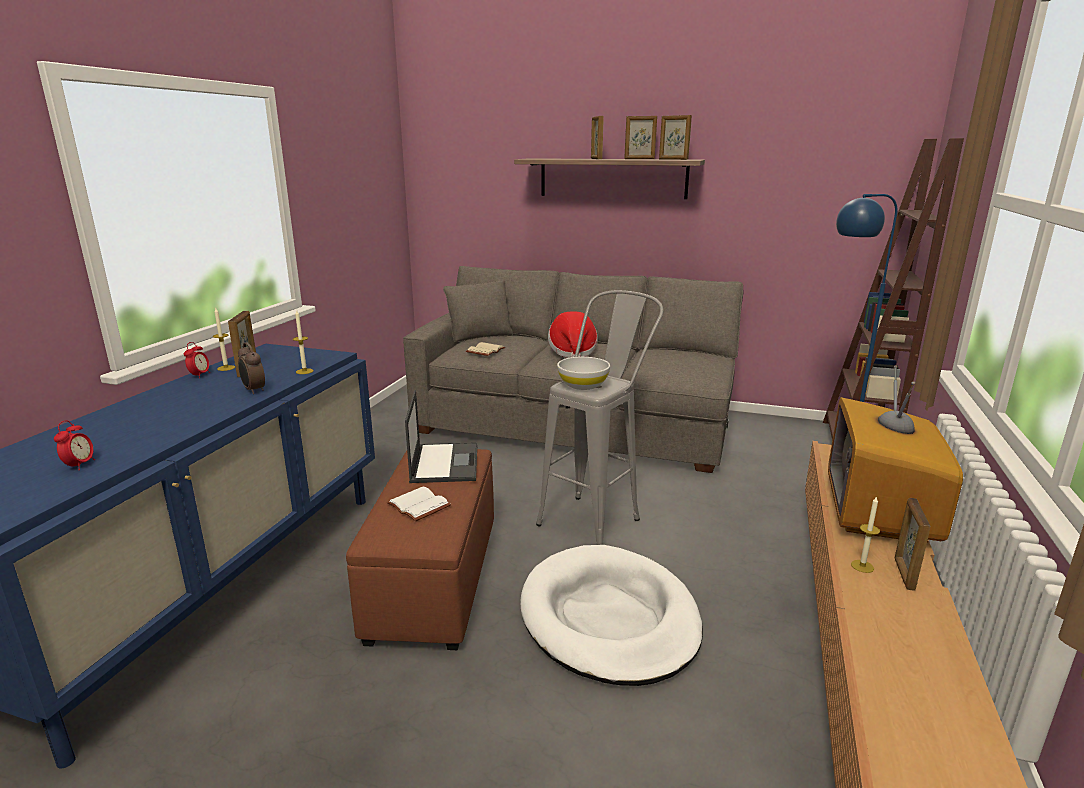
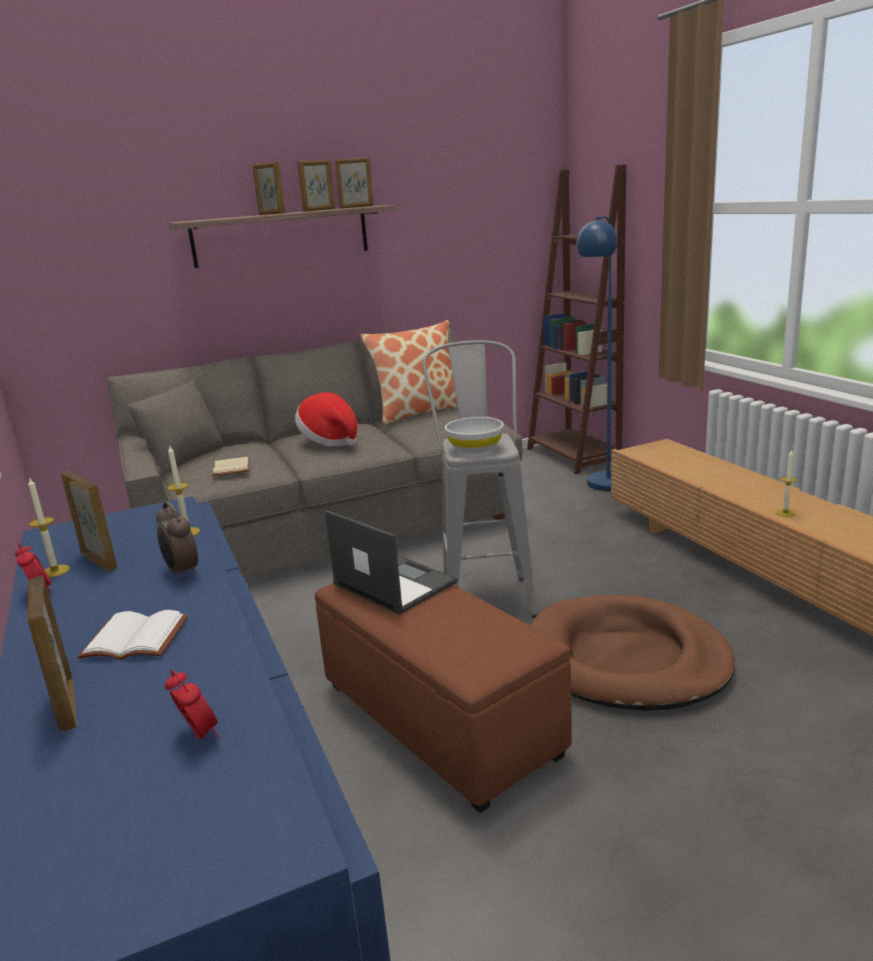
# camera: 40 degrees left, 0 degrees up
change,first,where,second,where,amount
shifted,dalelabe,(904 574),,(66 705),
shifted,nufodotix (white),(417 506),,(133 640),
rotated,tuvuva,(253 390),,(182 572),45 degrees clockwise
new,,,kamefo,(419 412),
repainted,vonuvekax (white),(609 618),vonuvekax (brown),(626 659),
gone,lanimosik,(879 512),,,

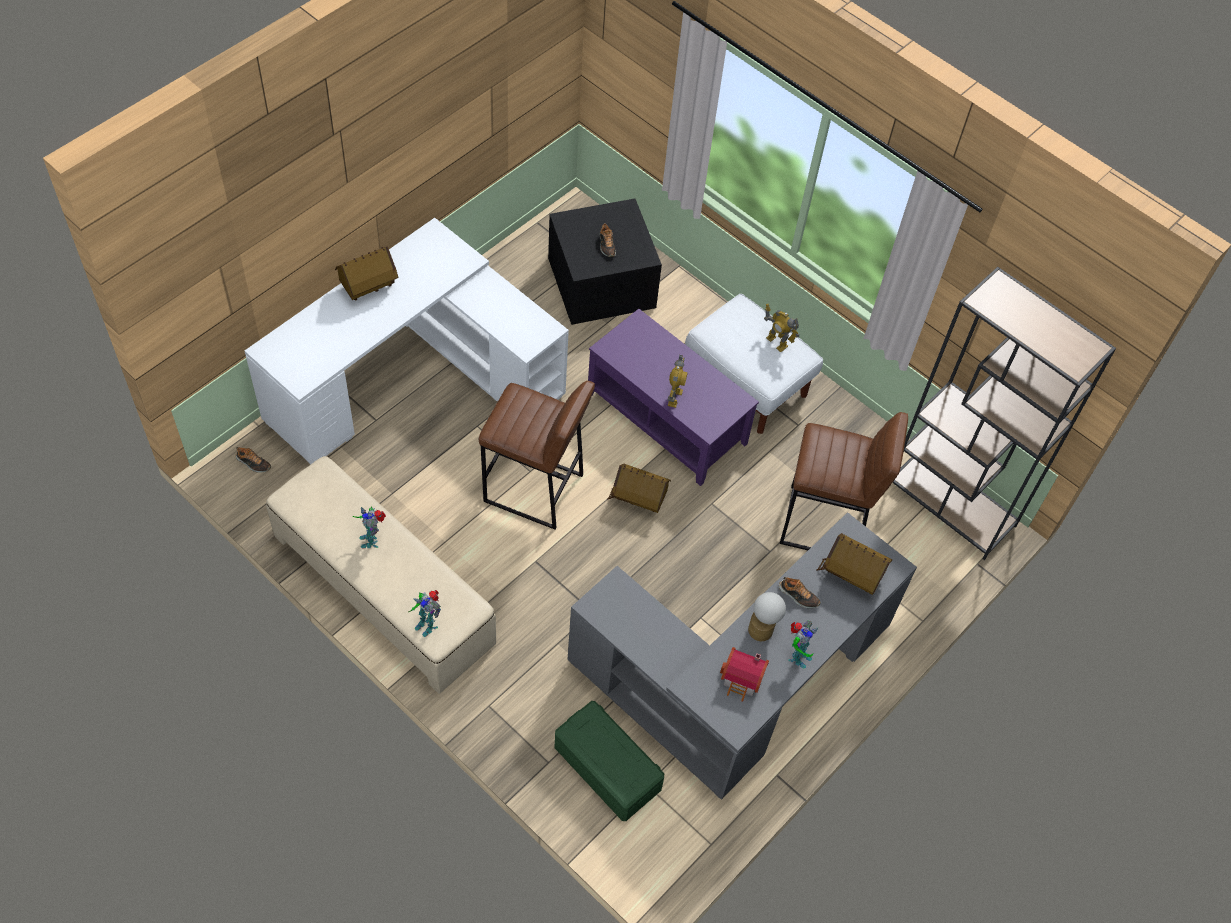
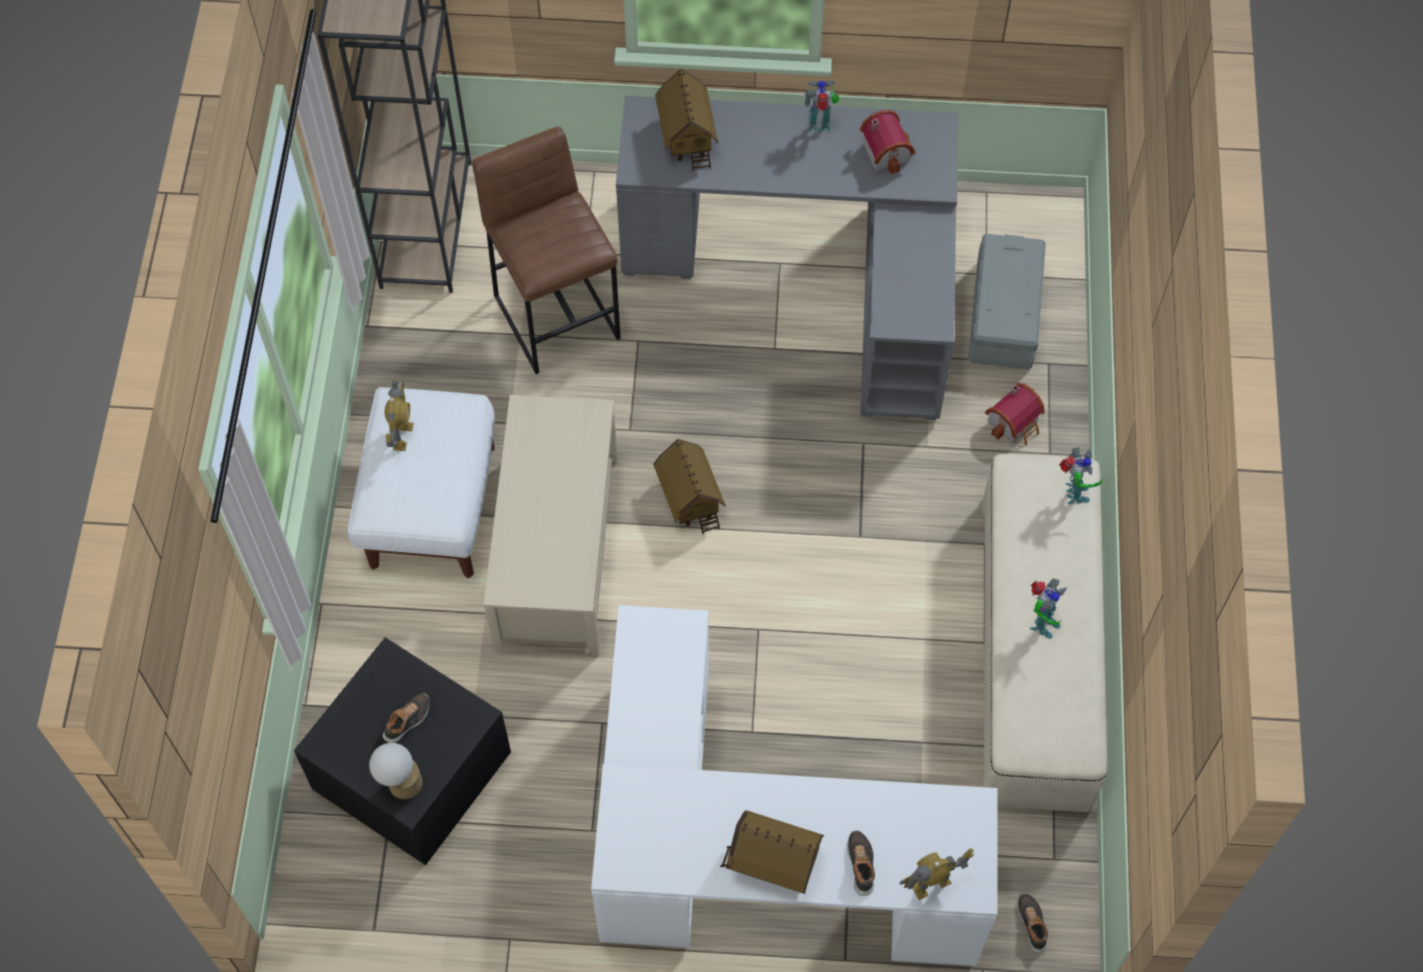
# camera: 125 degrees left, 5 degrees up
change,first,where,second,where,amount
shifted,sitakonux,(763 627),,(400 783),
repainted,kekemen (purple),(667 418),kekemen (beige),(556 549),
shifted,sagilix,(798 596),,(861 864),
shifted,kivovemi,(674 397),,(931 885),
repainted,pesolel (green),(606 768),pesolel (grey),(1005 315),
new,,,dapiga,(1015 423),
gone,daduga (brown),(535 489),,,

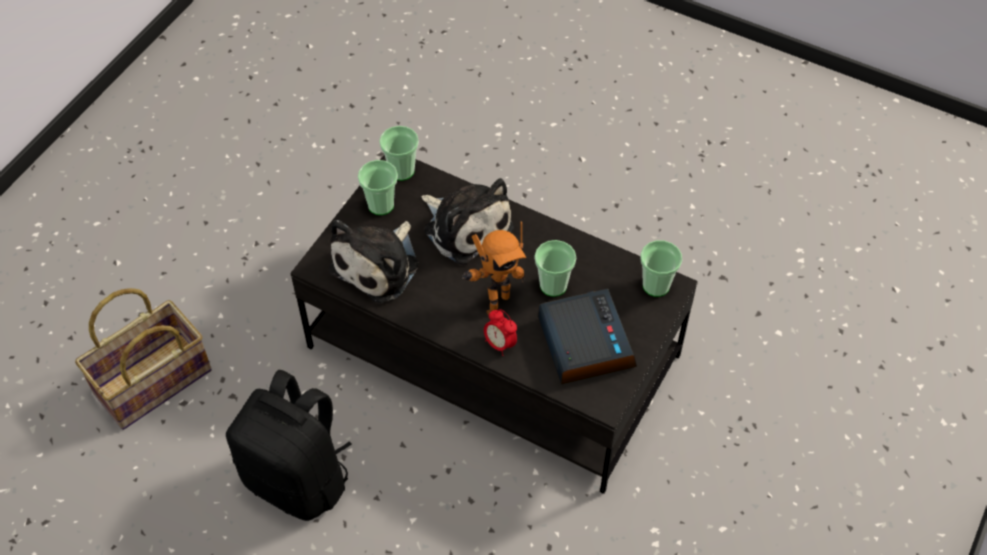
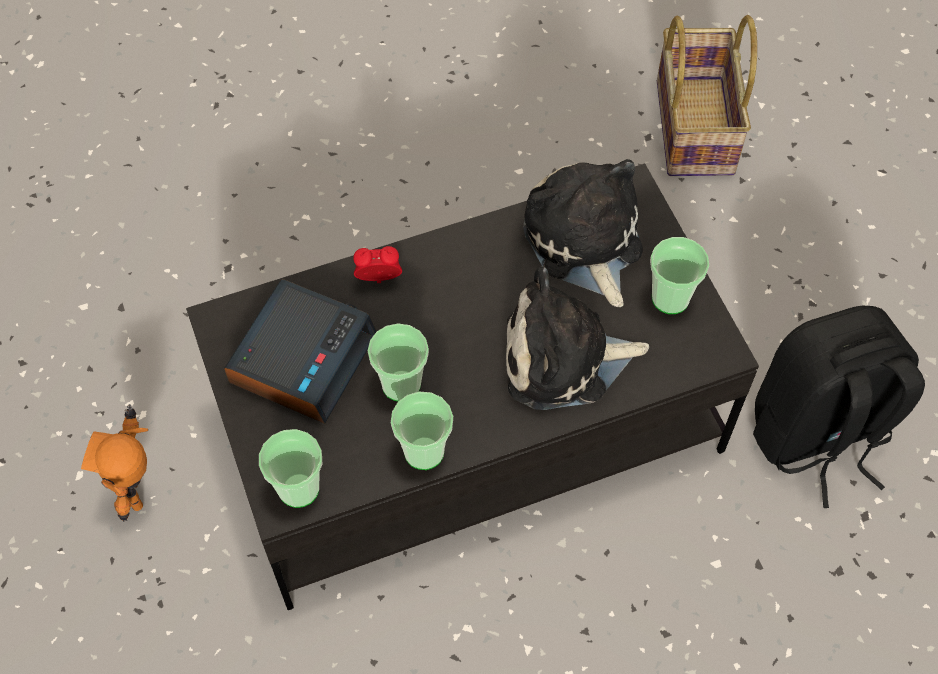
# camera: 130 degrees right, 5 degrees up
change,first,where,second,where,amount
shifted,kivovemi,(494 302),,(143 492),
rotated,tuvuva,(584 342),,(302 357),90 degrees counterclockwise
shifted,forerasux,(401 171),,(424 451),
shifted,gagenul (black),(299 479),,(817 436),

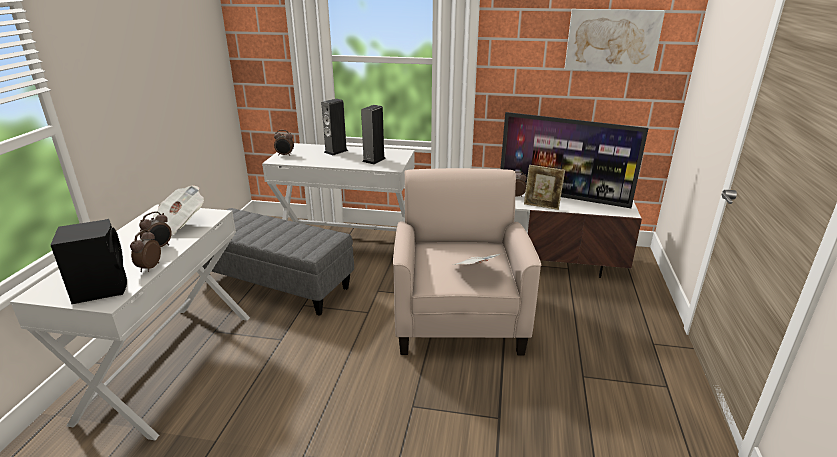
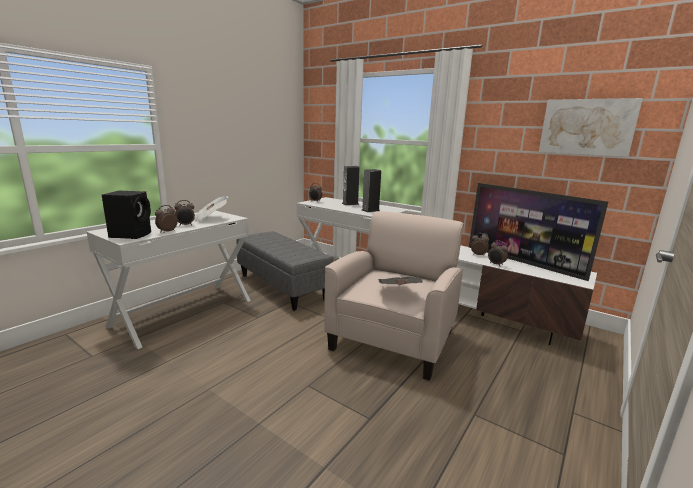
# camera: 25 degrees right, 10 degrees down
change,first,where,second,where,amount
swapped,dalelabe,(541 206),tuvuva,(496 264),

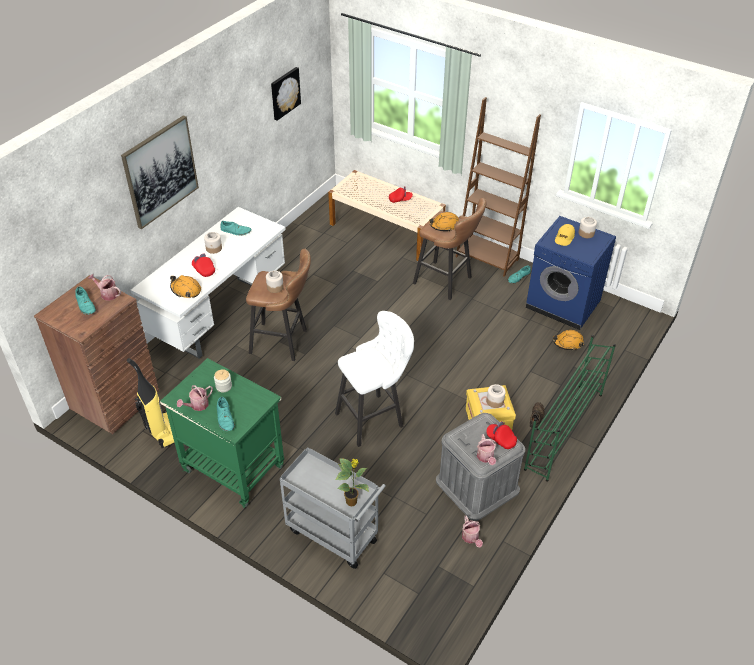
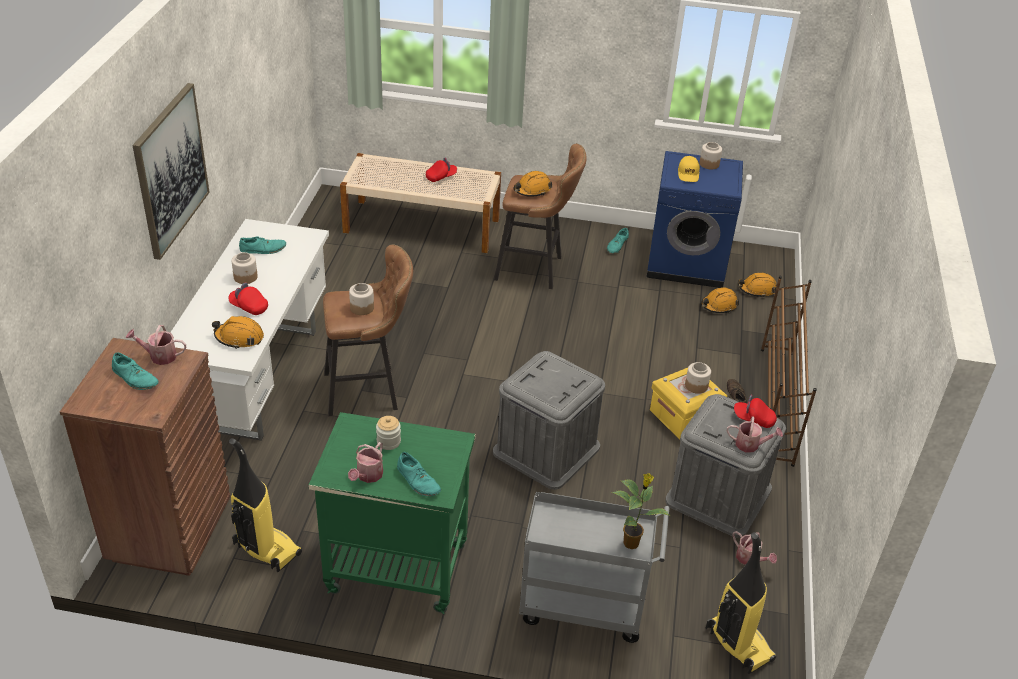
# camera: 25 degrees left, 5 degrees down
change,first,where,second,where,amount
swapped,daduga (white),(376 417),pesolel (grey),(546 449),
new,,,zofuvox,(737 644),
rotated,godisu,(486 458),,(750 445),45 degrees counterclockwise
new,,,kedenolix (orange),(757 289),
repainted,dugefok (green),(563 431),dugefok (brown),(776 405),
gone,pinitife,(284 93),,,
gone,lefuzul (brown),(487 257),,,

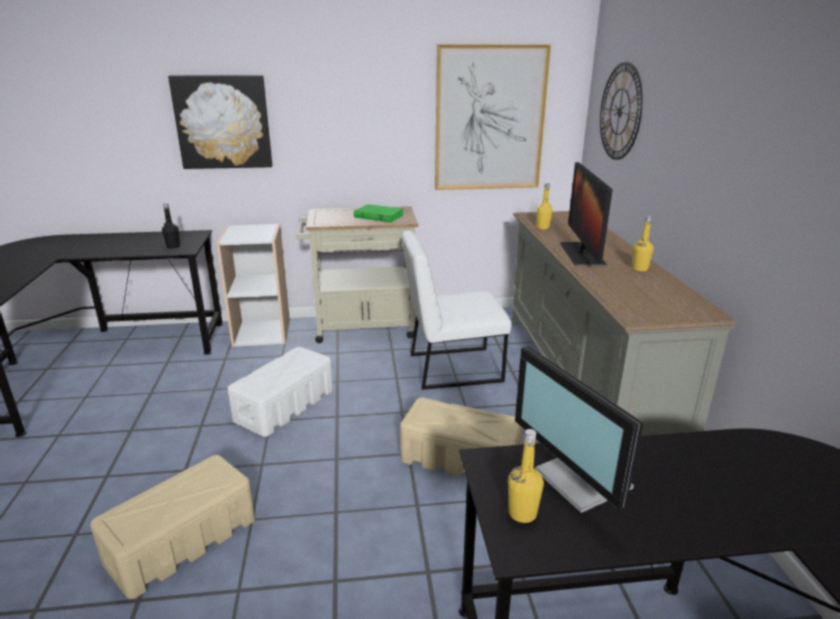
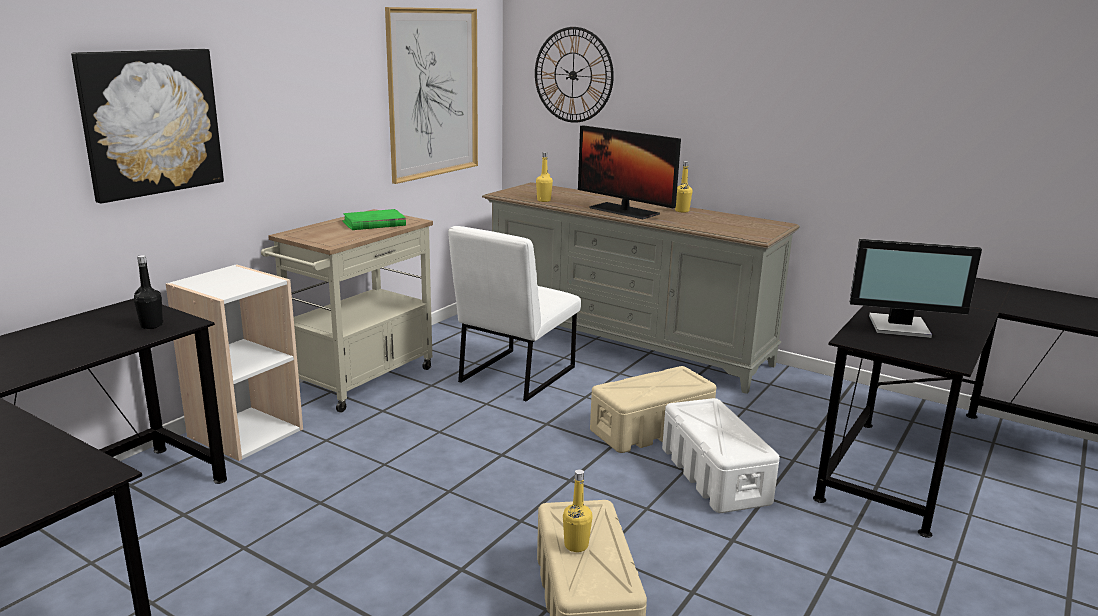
# camera: 50 degrees left, 5 degrees down
change,first,where,second,where,amount
shifted,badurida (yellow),(522 513),,(576 545),
shifted,pesolel (white),(284 406),,(715 476),

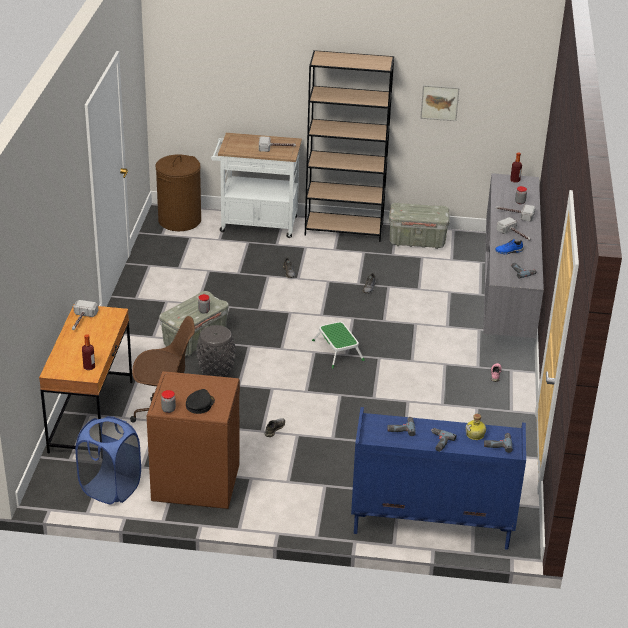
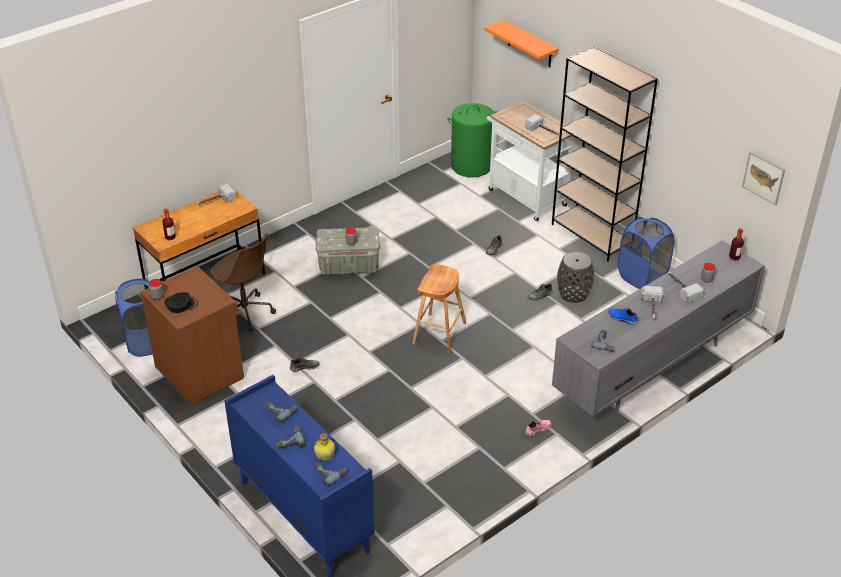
# camera: 45 degrees right, 5 degrees up
change,first,where,second,where,amount
swapped,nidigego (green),(337 350),daduga (brown),(439 333),
repainted,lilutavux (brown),(179 220),lilutavux (green),(471 166),
new,,,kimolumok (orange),(530 45),
shifted,daduga (grey),(216 371),,(573 294),
swapped,pesolel (grey),(417 241),lilutavux (blue),(642 277),
shifted,pinitife,(439 102),,(763 178),

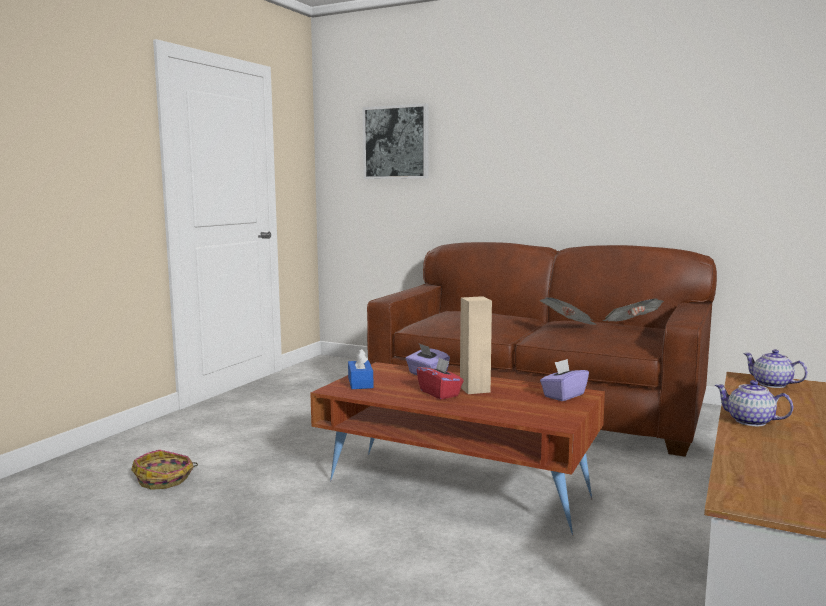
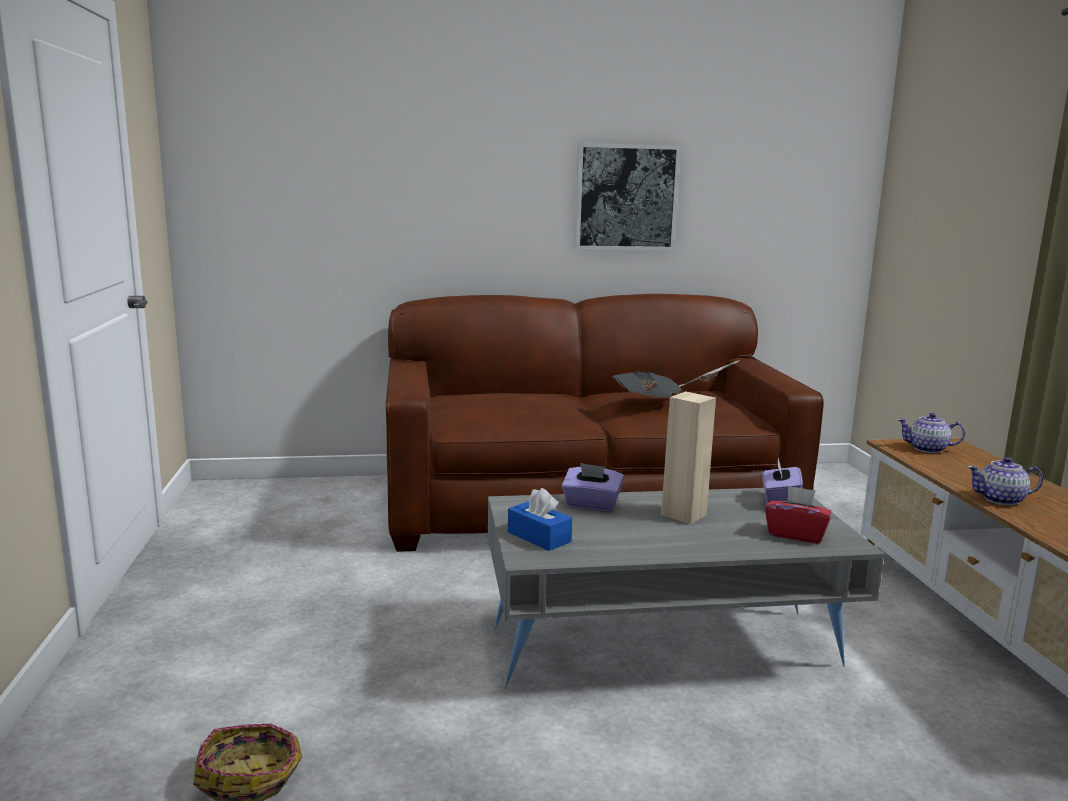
# camera: 35 degrees left, 5 degrees up
change,first,where,second,where,amount
repainted,kekemen (brown),(458 489),kekemen (grey),(663 647),
shifted,pinitife,(396 142),,(626 197),
shifted,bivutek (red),(440 393),,(796 534),

